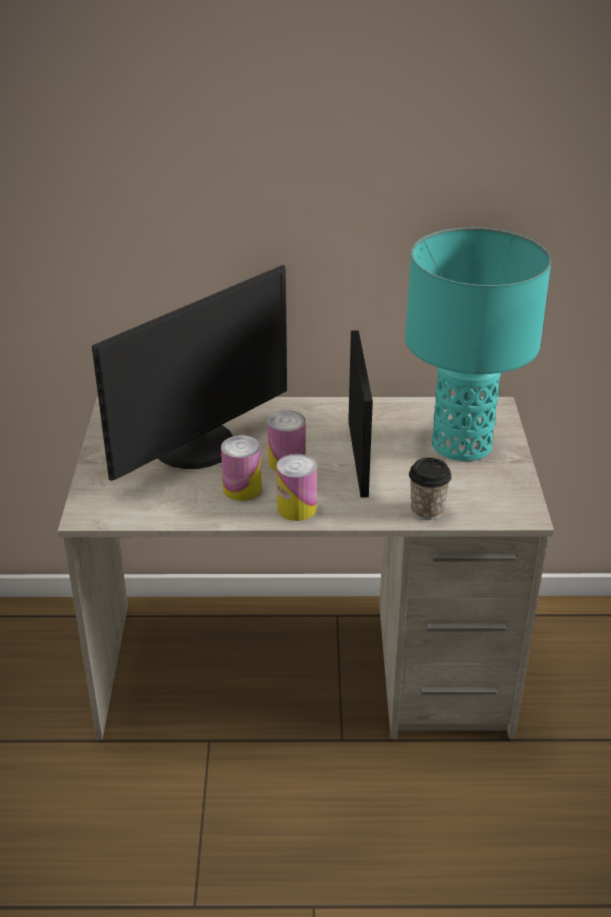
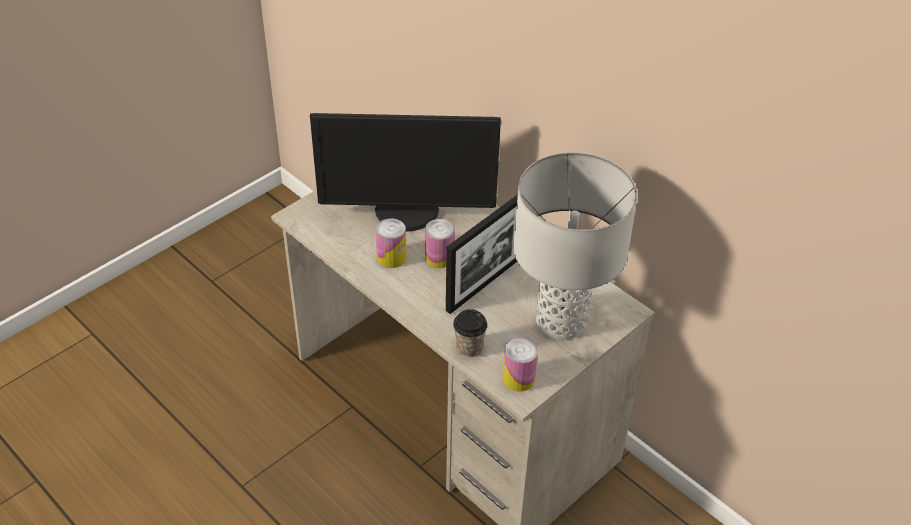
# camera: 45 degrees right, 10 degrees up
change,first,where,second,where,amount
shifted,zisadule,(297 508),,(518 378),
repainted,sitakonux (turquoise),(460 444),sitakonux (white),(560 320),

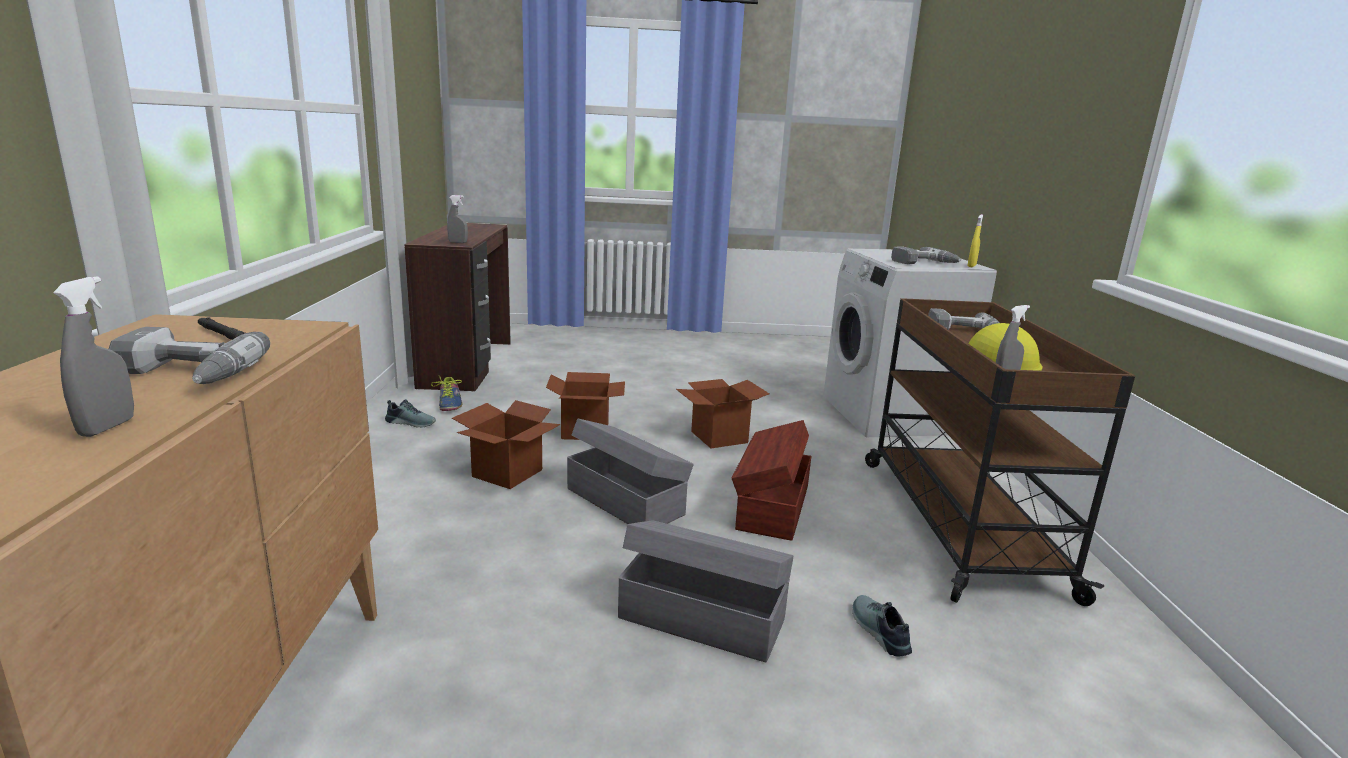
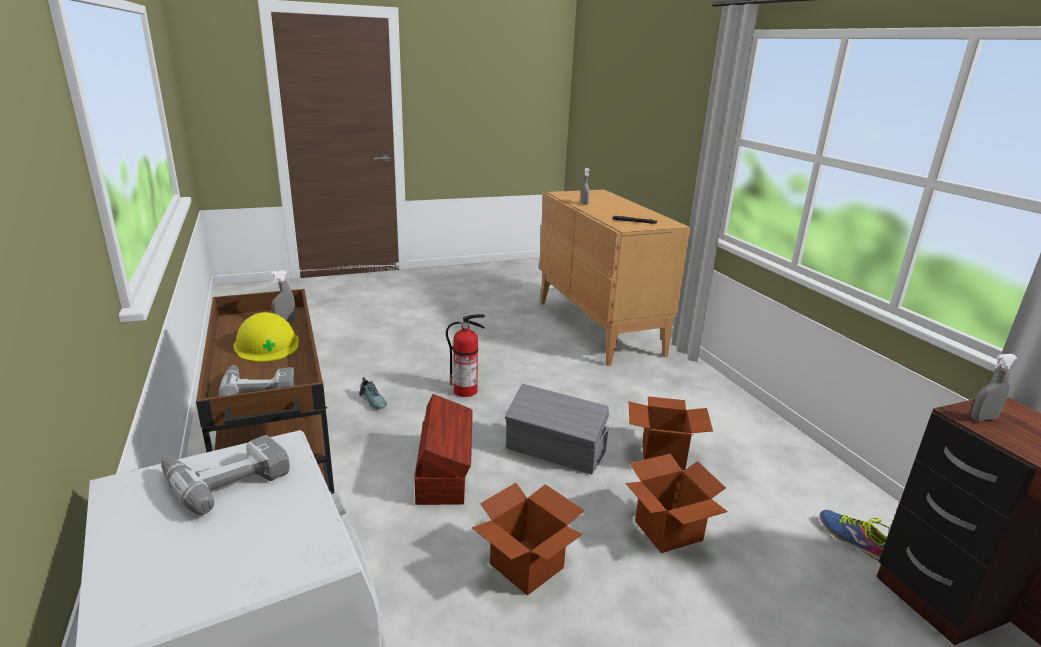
# camera: 160 degrees right, 5 degrees up
change,first,where,second,where,amount
swapped,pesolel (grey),(701 617),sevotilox,(466 391),
gone,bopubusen,(183 374),,,
gone,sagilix,(411 422),,,
gone,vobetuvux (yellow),(971 266),,,

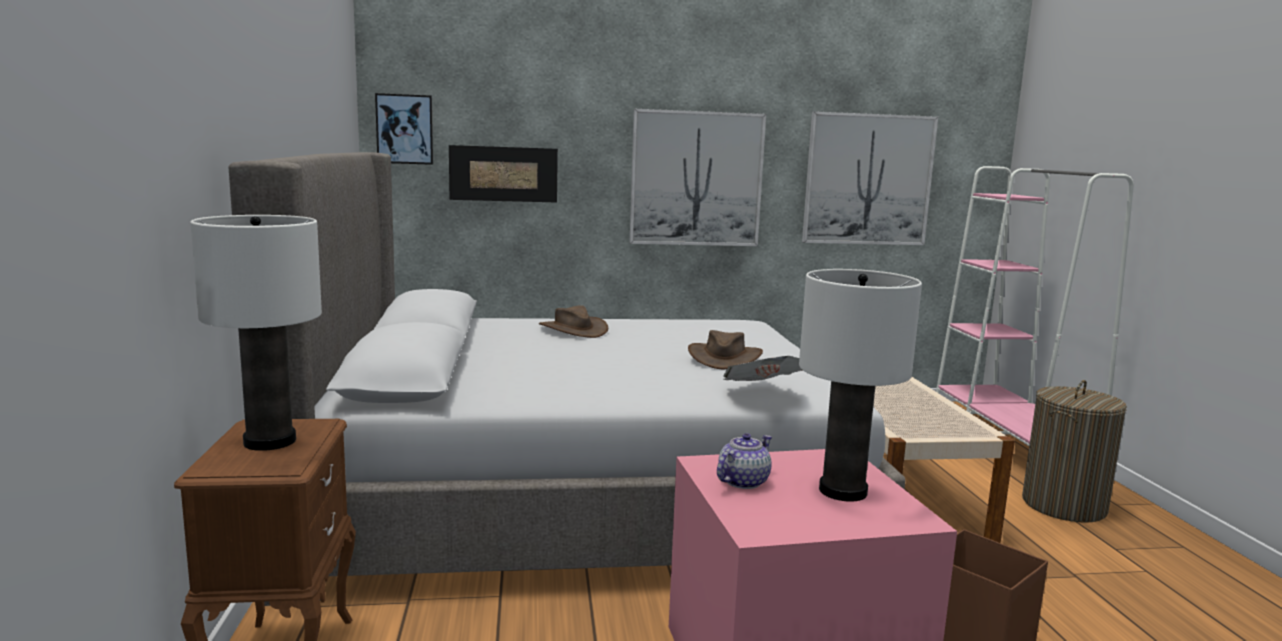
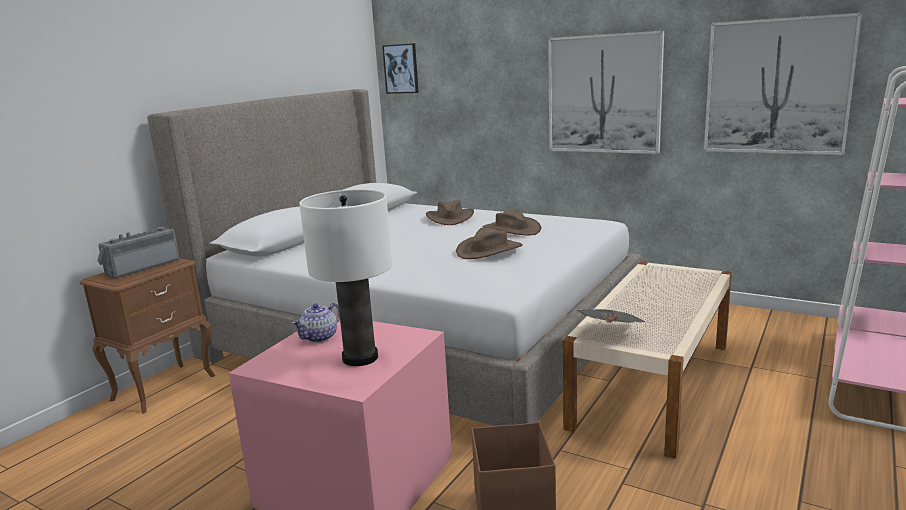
# camera: 40 degrees right, 5 degrees up
change,first,where,second,where,amount
swapped,sitakonux (white),(269 441),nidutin,(142 267),
rotated,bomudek,(742 482),,(320 337),135 degrees clockwise
new,,,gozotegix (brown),(511 229),
shifted,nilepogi,(762 392),,(610 334),
gone,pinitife,(503 174),,,
gone,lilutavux,(1063 505),,,

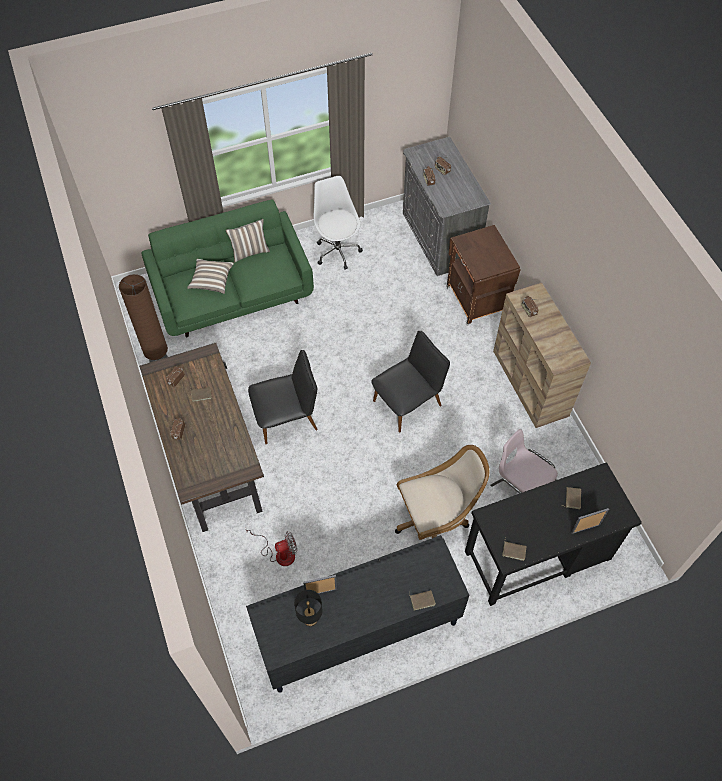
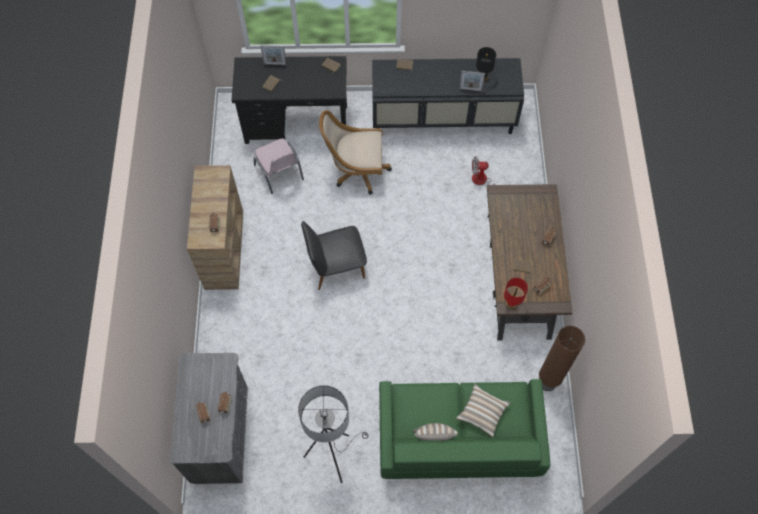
# camera: 160 degrees left, 5 degrees up
change,first,where,second,where,amount
swapped,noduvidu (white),(337 251),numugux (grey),(333 454),
new,,,sitakonux (red),(511 304),
gone,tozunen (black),(286 418),,,
gone,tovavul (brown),(476 301),,,

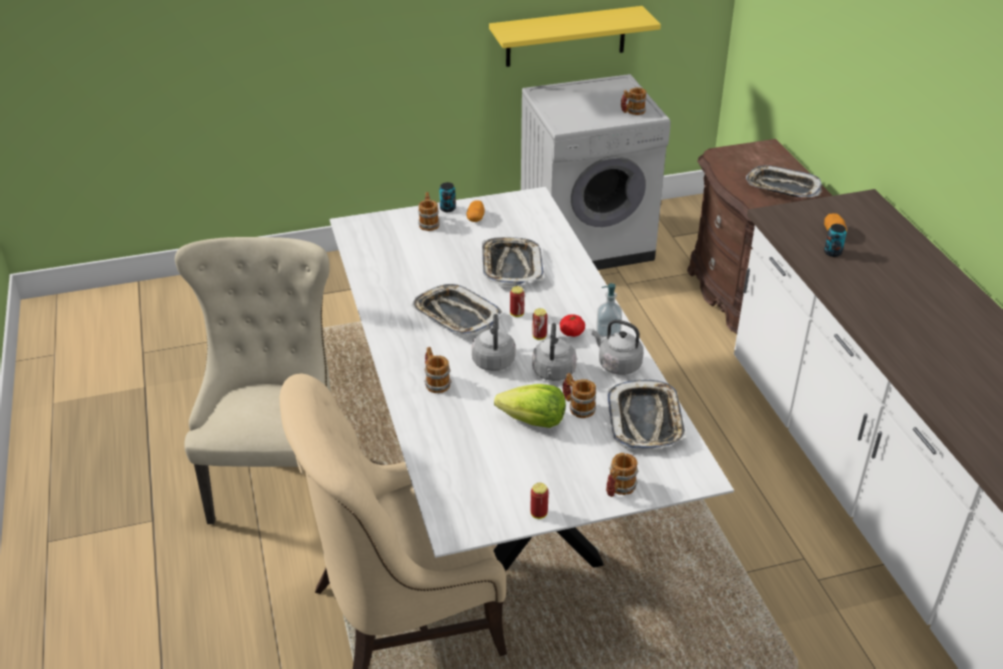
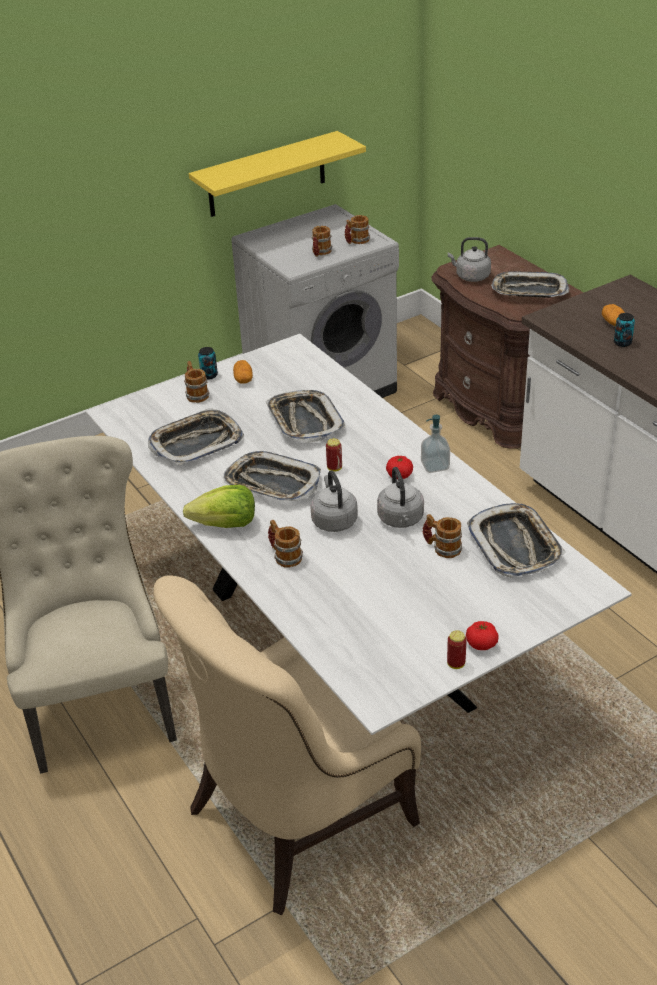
# camera: 15 degrees left, 0 degrees up
change,first,where,second,where,amount
new,,,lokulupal,(196 442),
shifted,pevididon,(533 421),,(225 524),
shifted,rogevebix,(618 489),,(320 253),
shifted,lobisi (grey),(617 364),,(470 277),
new,,,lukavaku,(481 644),
gone,zisadule,(539 336),,,

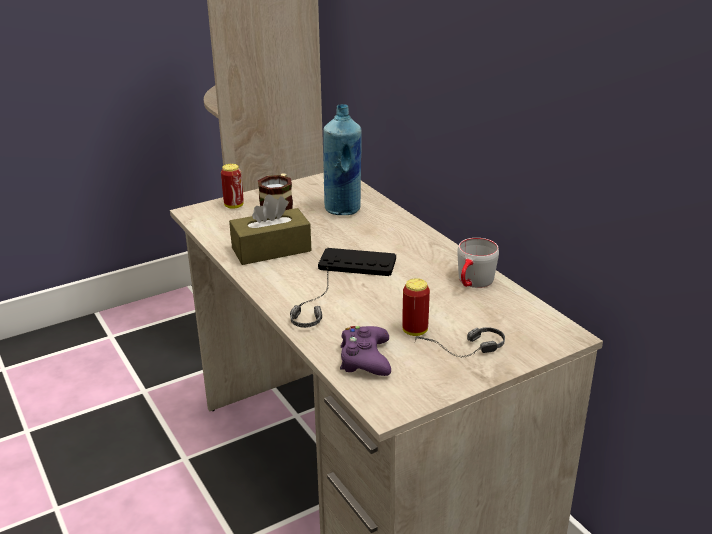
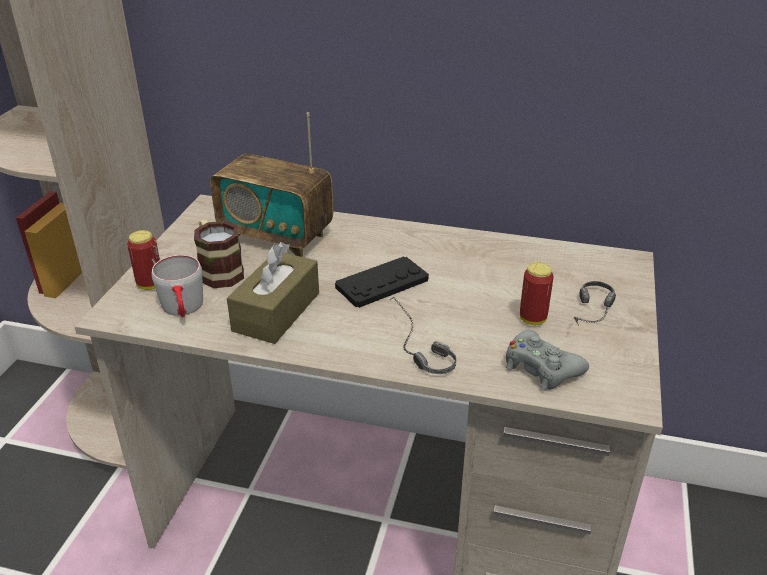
# camera: 45 degrees left, 5 degrees up
change,first,where,second,where,amount
shifted,rogevebix (grey),(473 283),,(183 310),
swapped,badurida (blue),(343 209),nidutin,(276 236),
repainted,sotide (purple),(365 359),sotide (grey),(541 368),

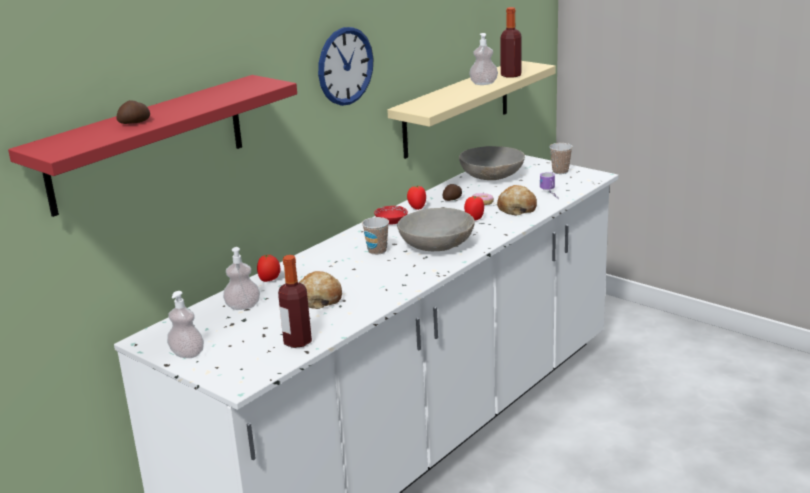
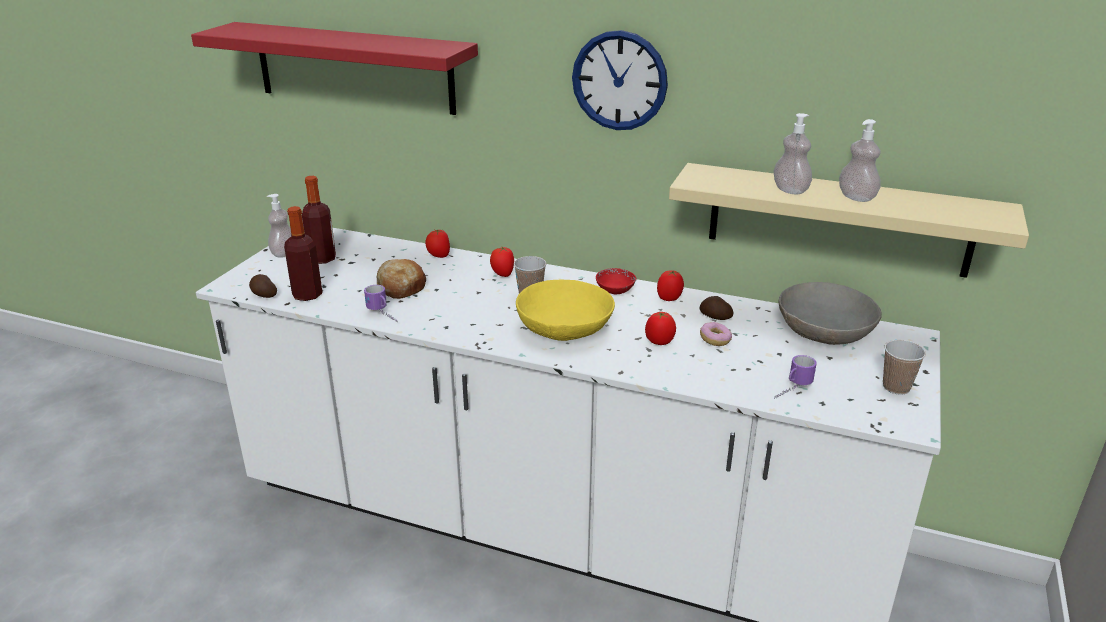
# camera: 70 degrees right, 5 degrees up
change,first,where,second,where,amount
shifted,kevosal,(135 122),,(263 295),
shifted,badurida,(511 75),,(322 259),
new,,,rogevebix,(384 315),
new,,,lukavaku,(502 274),
repainted,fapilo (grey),(437 244),fapilo (yellow),(565 329),
shifted,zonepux,(243 306),,(790 190),
gone,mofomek,(516 208),,,

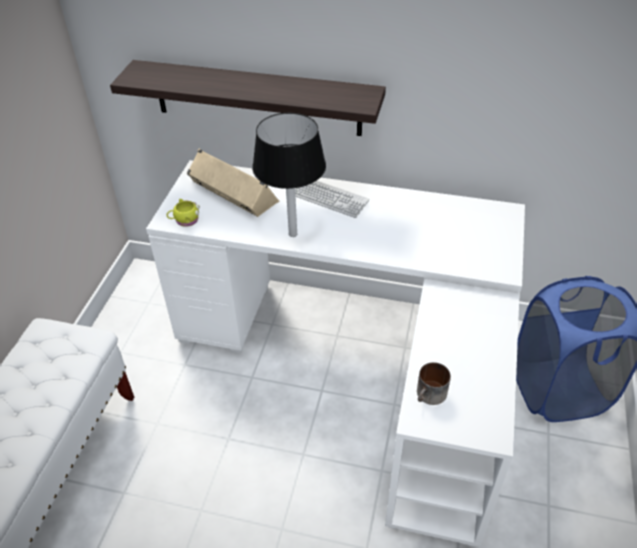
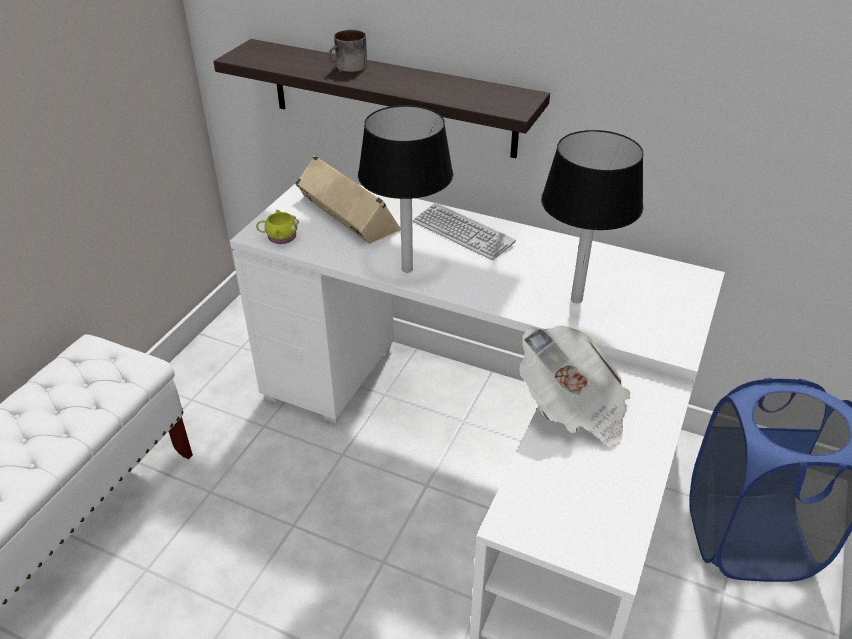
# camera: 10 degrees right, 5 degrees down
change,first,where,second,where,amount
shifted,rogevebix,(430 396),,(348 67),
new,,,nilepogi,(573 407),
new,,,sitakonux (black),(577 300),

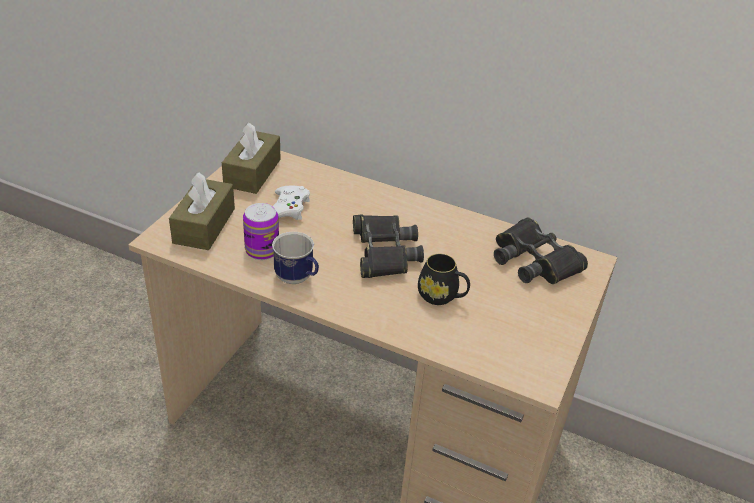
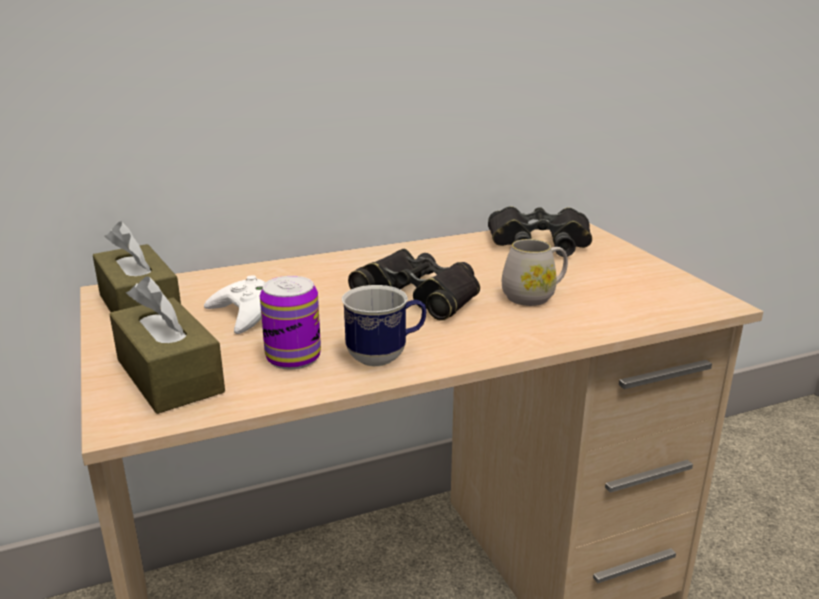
# camera: 45 degrees left, 15 degrees down
change,first,where,second,where,amount
repainted,rogevebix (black),(442 296),rogevebix (white),(534 296),

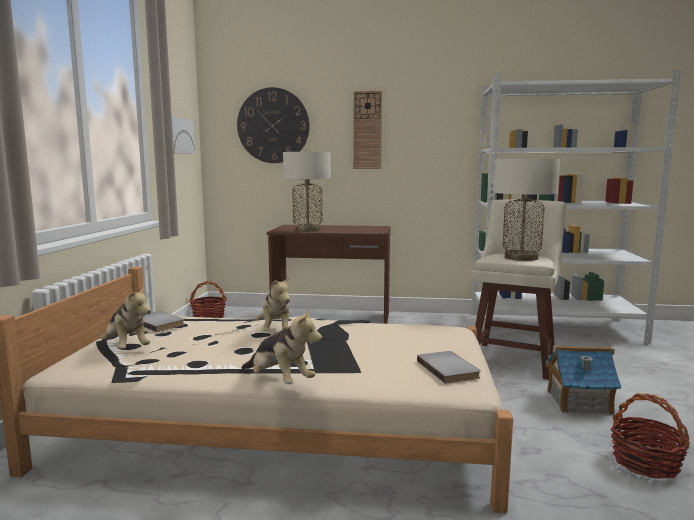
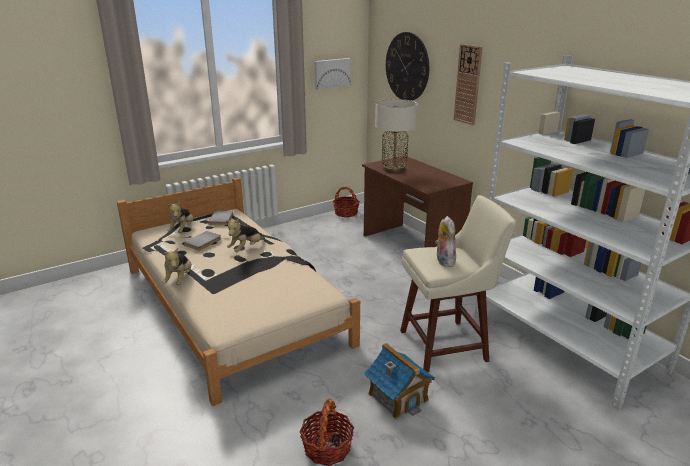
# camera: 50 degrees right, 15 degrees up
change,first,where,second,where,amount
shifted,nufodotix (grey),(449 369),,(204 242),
swapped,sitakonux,(521 258),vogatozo,(443 261),

